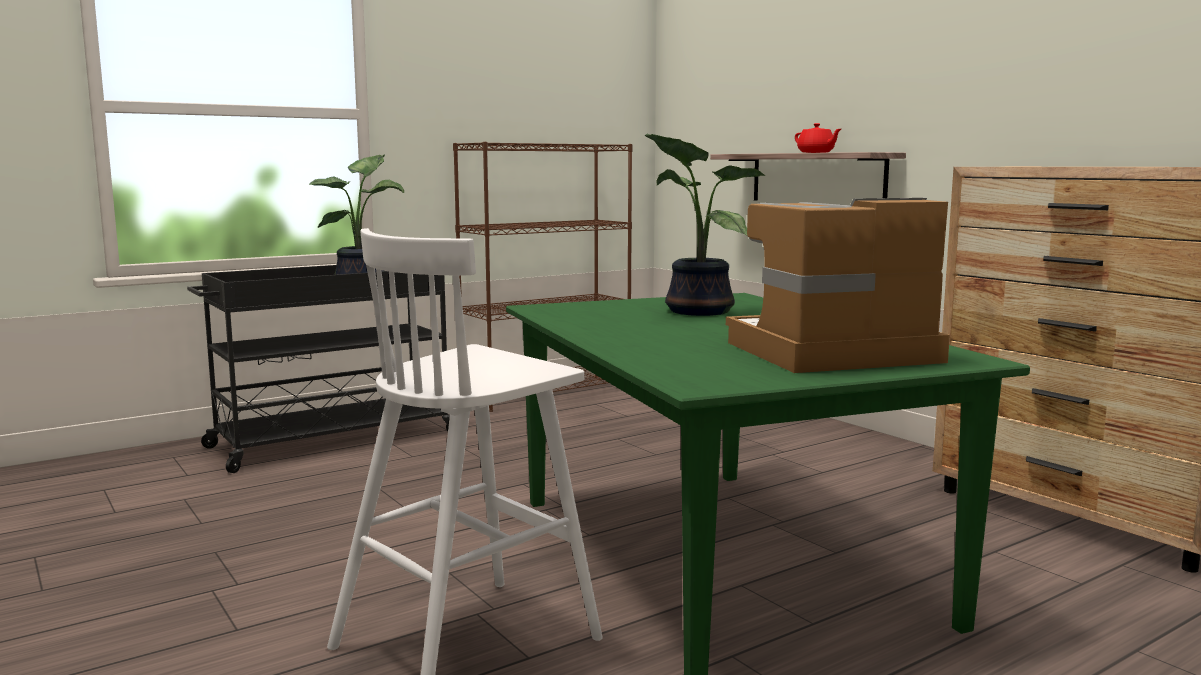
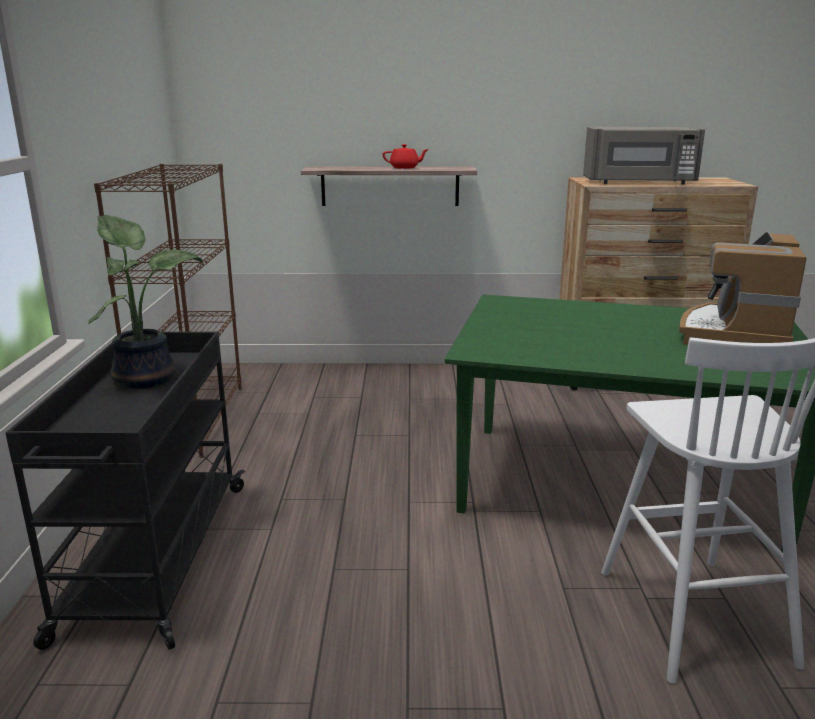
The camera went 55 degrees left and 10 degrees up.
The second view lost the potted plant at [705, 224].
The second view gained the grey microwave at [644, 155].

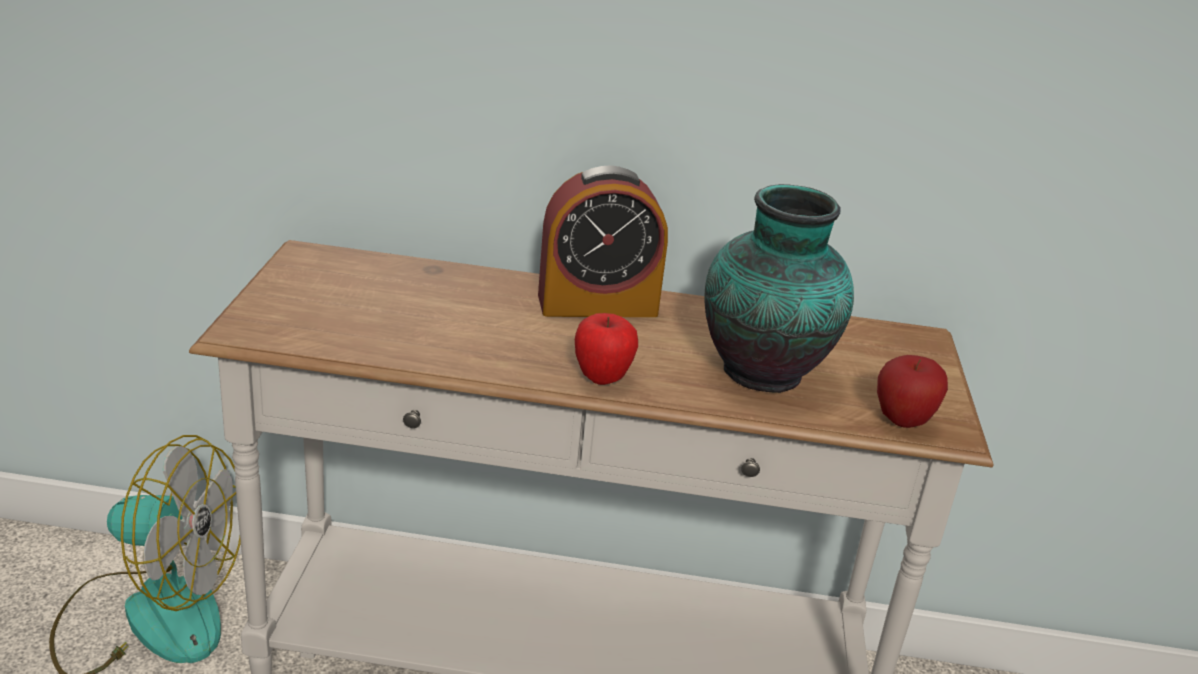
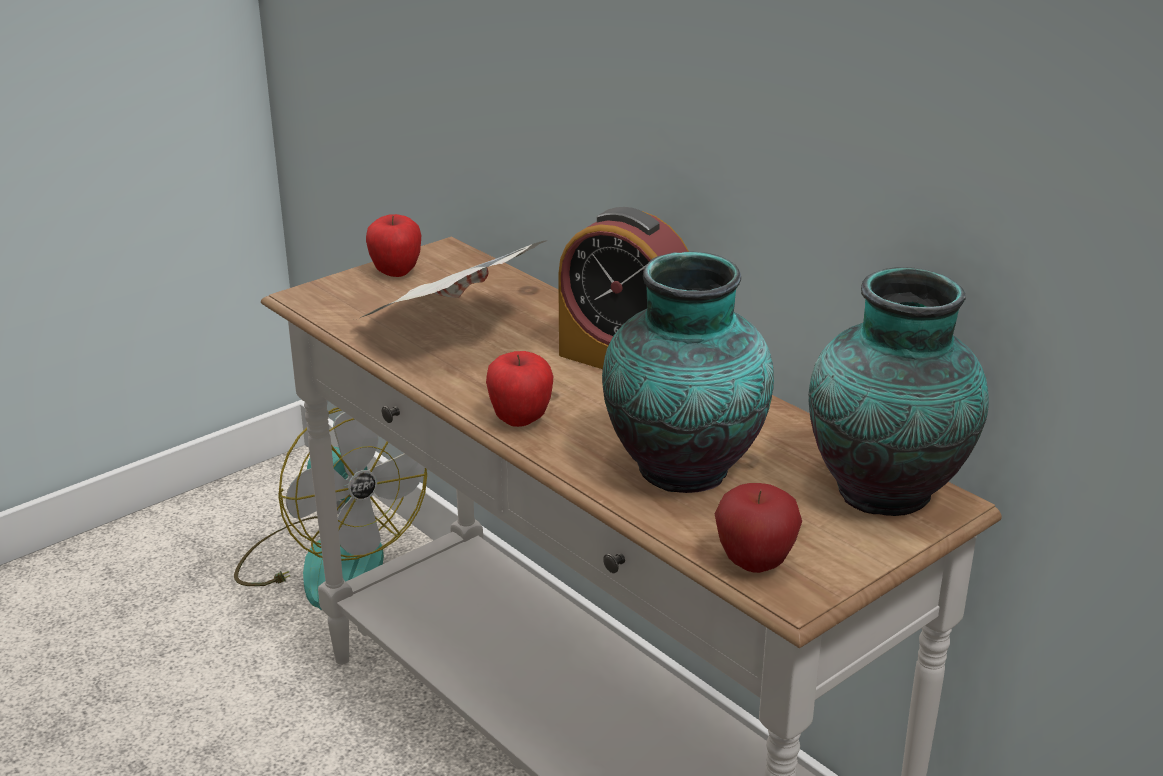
The camera went 45 degrees right and 0 degrees up.
The second view gained the apple at [393, 245].
The second view gained the newspaper at [453, 279].
The second view gained the vase at [898, 391].

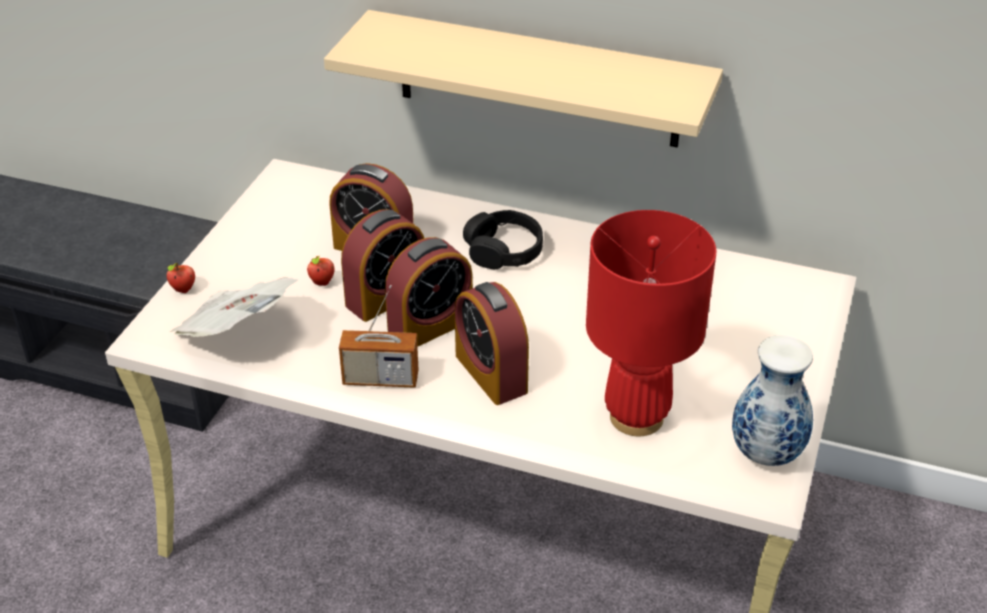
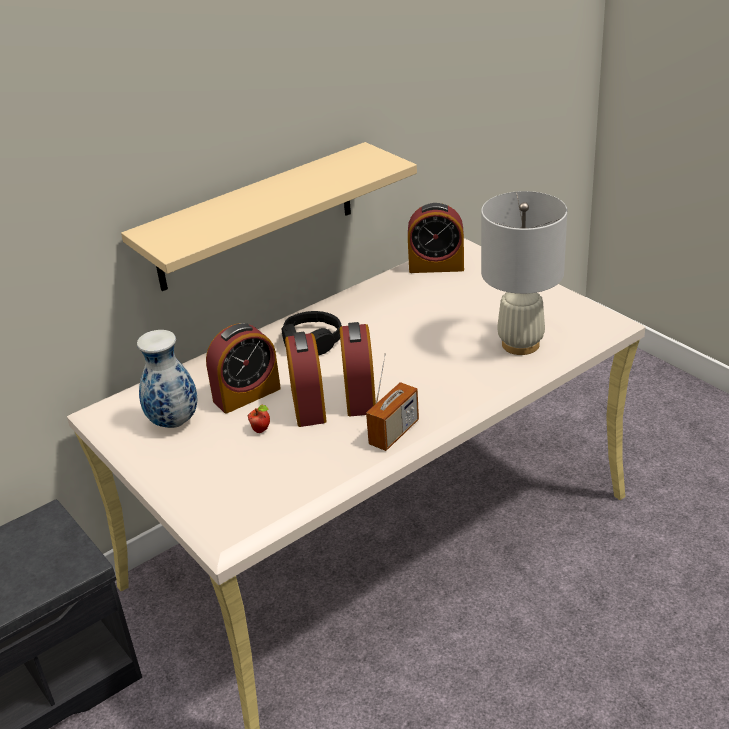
The camera went 55 degrees left and 5 degrees down.
What was the red table lamp at [651, 323] turned into the white table lamp at [524, 273].
The second view lost the apple at [181, 278].
The second view lost the newspaper at [234, 307].
The alarm clock ended up elsewhere, having gone from [492, 343] to [436, 238].
The vase ended up elsewhere, having gone from [772, 400] to [167, 379].

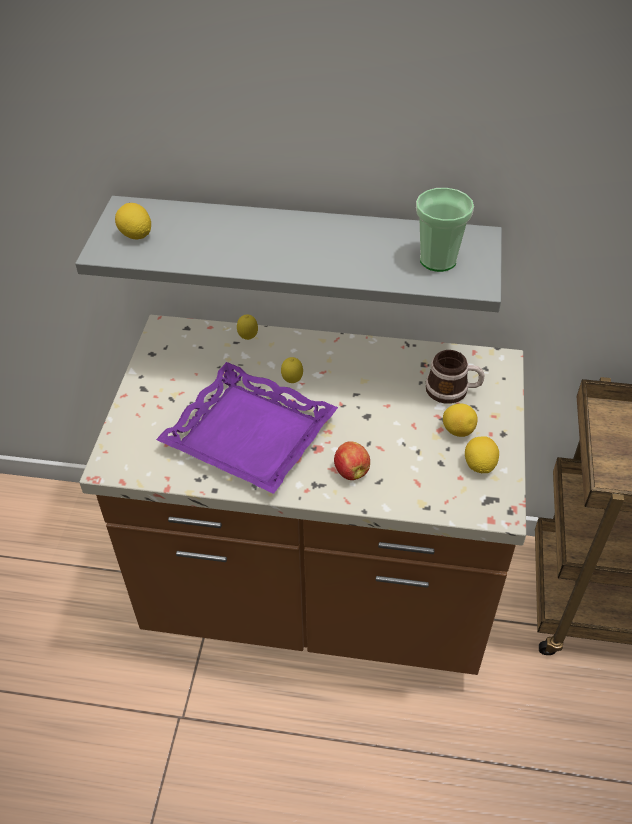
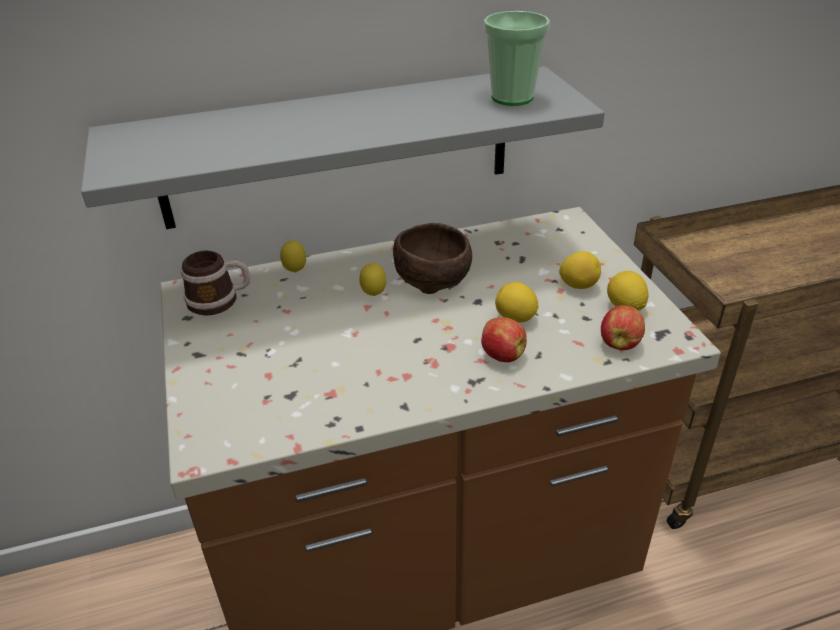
The camera went 25 degrees left and 10 degrees down.
The lemon ended up elsewhere, having gone from [133, 221] to [517, 302].
The mug ended up elsewhere, having gone from [455, 377] to [216, 283].
The second view lost the purple tray at [247, 428].
The second view gained the brown bowl at [432, 258].
The second view gained the apple at [623, 327].

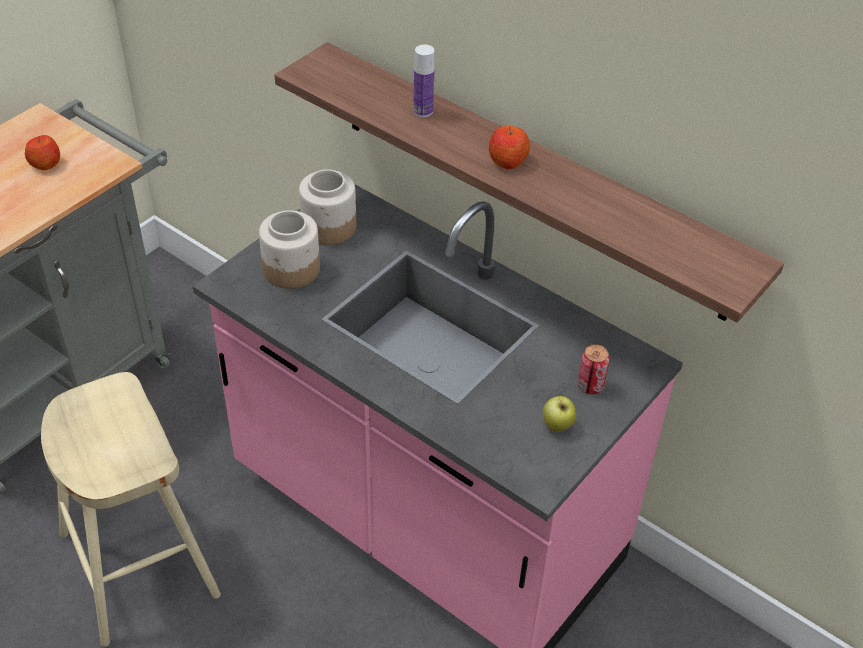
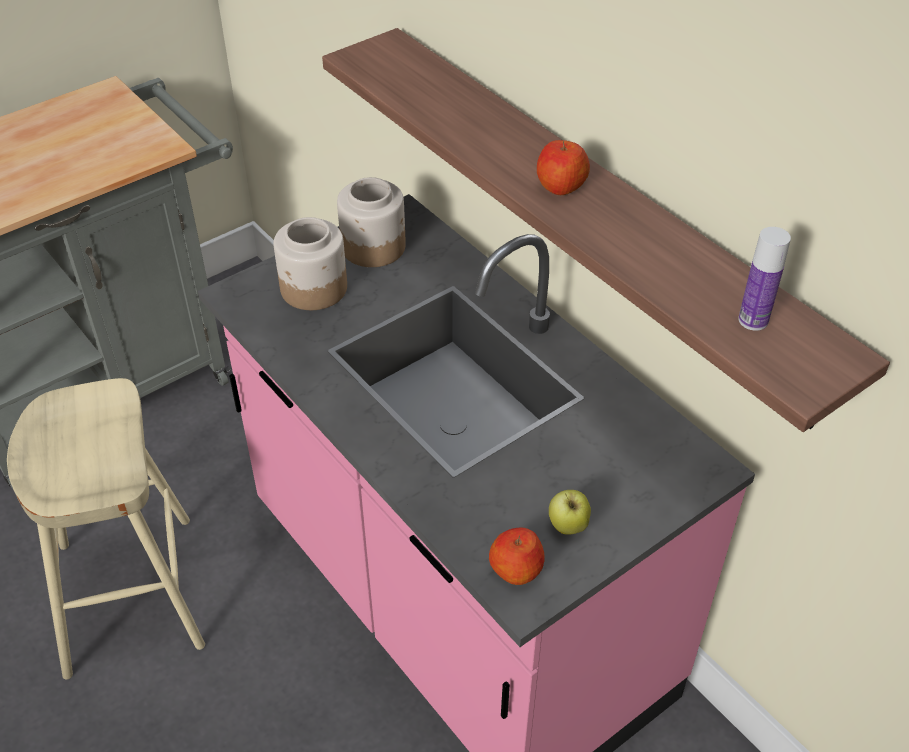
The camera went 15 degrees right and 0 degrees up.
The bottle ended up elsewhere, having gone from [424, 80] to [764, 279].
The apple ended up elsewhere, having gone from [42, 152] to [517, 556].
The second view lost the can at [594, 369].

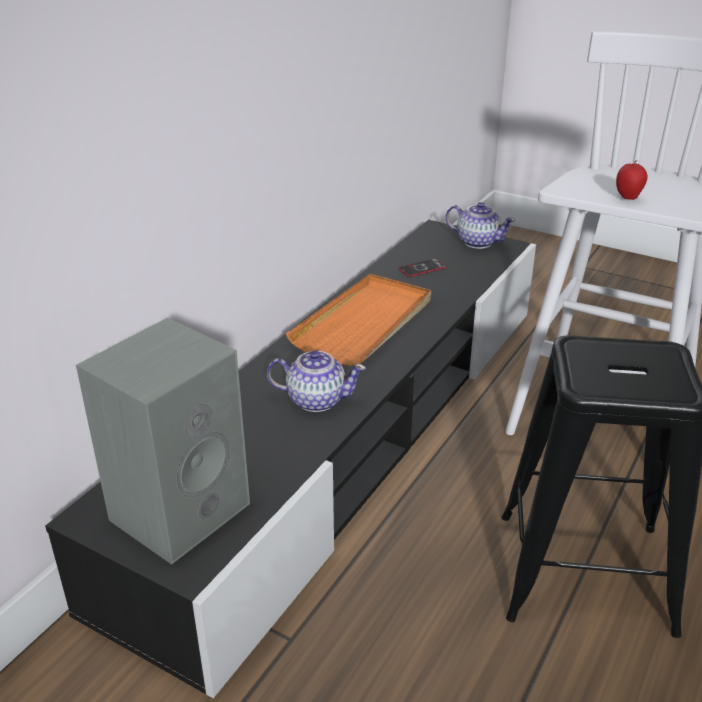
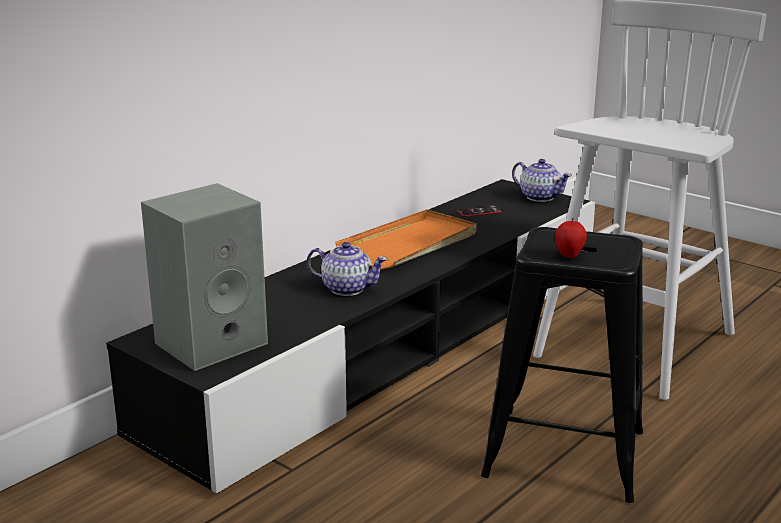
The camera went 10 degrees right and 10 degrees down.
The apple ended up elsewhere, having gone from [632, 180] to [571, 238].

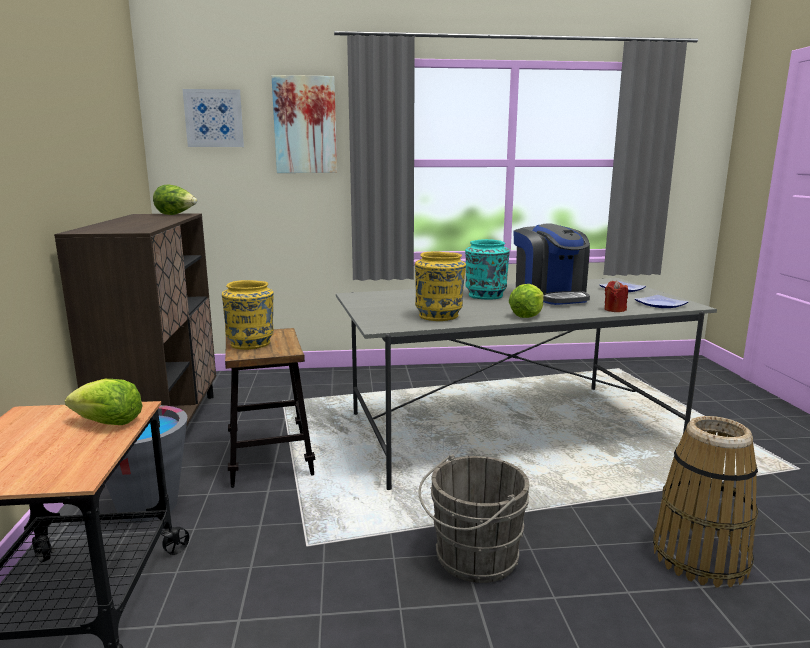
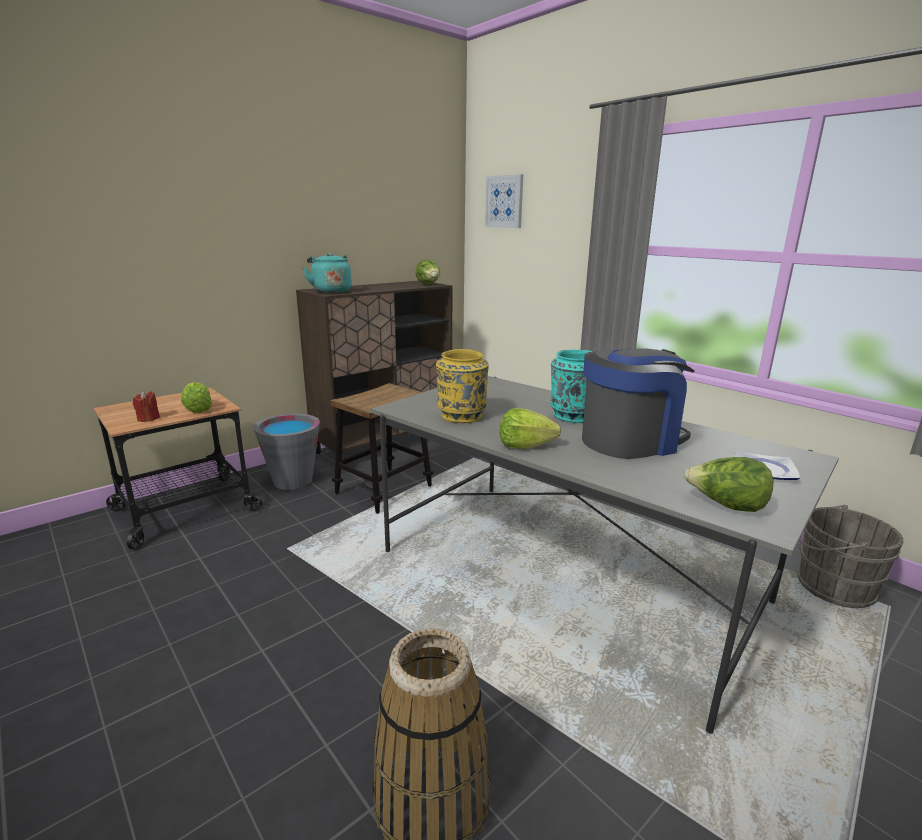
The camera went 55 degrees right and 5 degrees up.
The second view lost the picture at [304, 124].
The coffee machine at [552, 264] ended up facing another way, 150 degrees counterclockwise from before.
The second view lost the yellow vase at [248, 315].
The red candle ended up elsewhere, having gone from [616, 296] to [146, 406].
Where the plate stood at [662, 301], the lettuce came to stand at [728, 484].
The grey bucket ended up elsewhere, having gone from [473, 518] to [850, 556].
The second view gained the turquoise kettle at [327, 273].

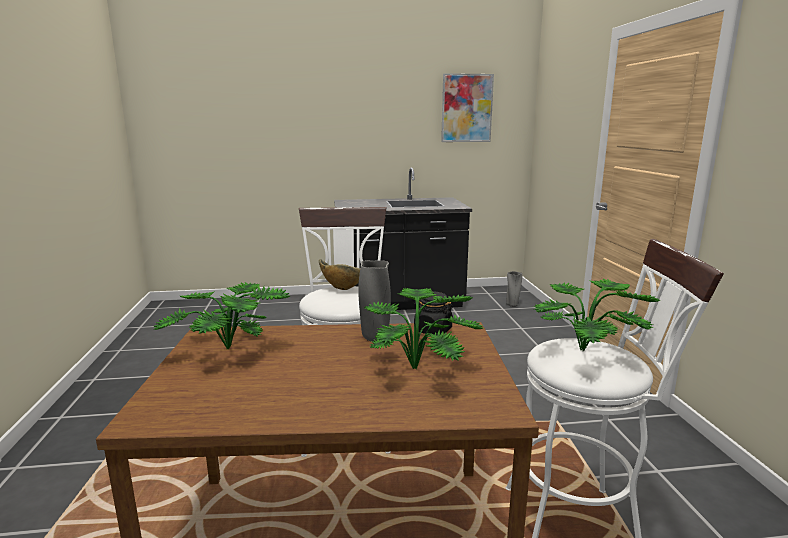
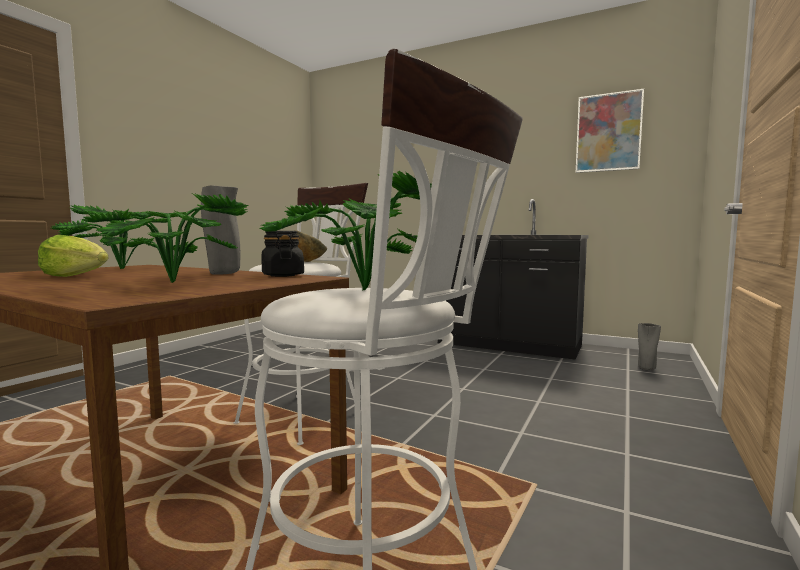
The camera went 35 degrees right and 10 degrees down.
The second view gained the lettuce at [73, 256].

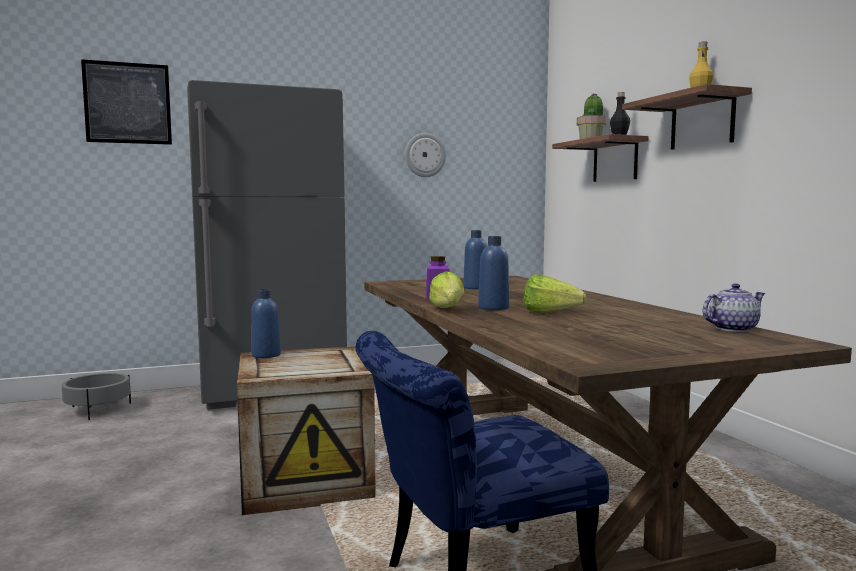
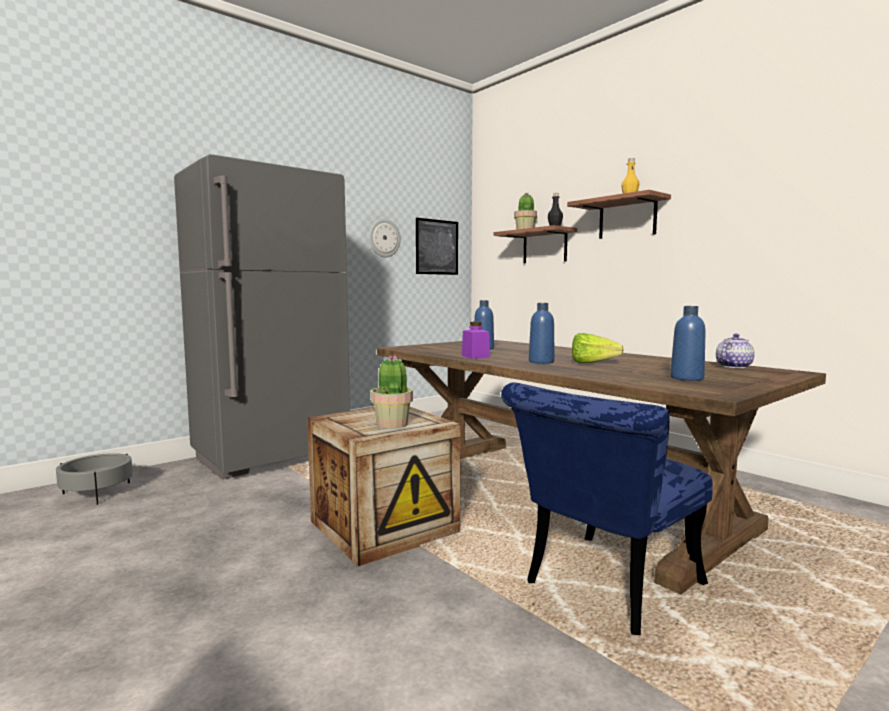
The camera went 20 degrees left and 0 degrees up.
The picture ended up elsewhere, having gone from [126, 102] to [437, 246].
The second view lost the lettuce at [447, 289].
The blue bottle ended up elsewhere, having gone from [266, 323] to [688, 343].
The second view gained the potted plant at [392, 391].

